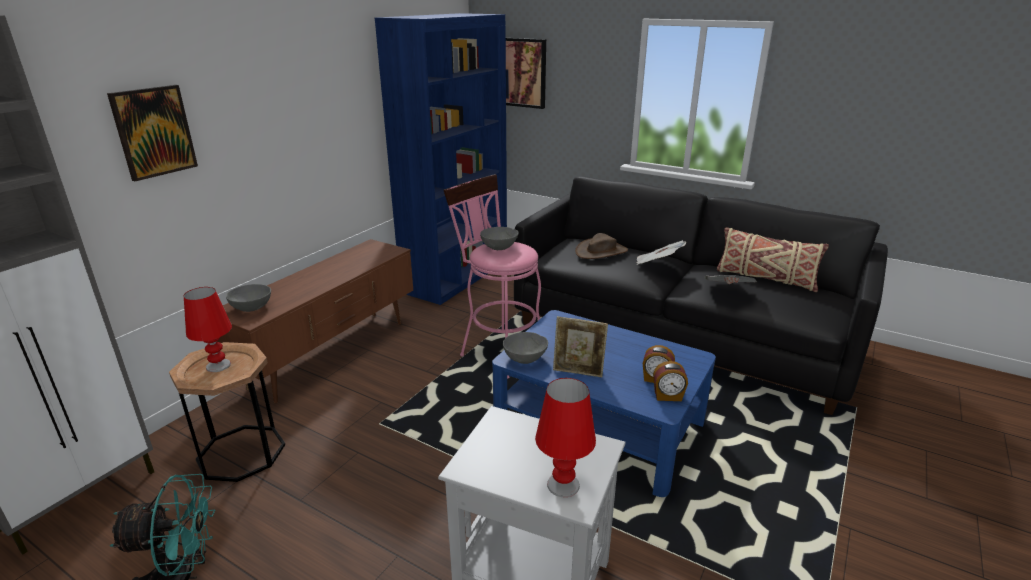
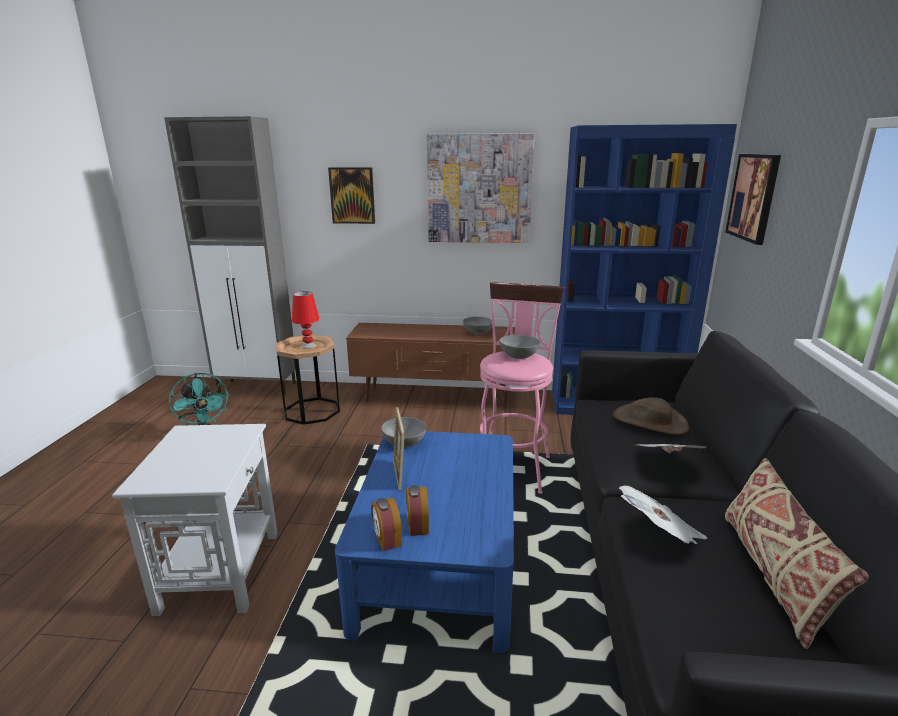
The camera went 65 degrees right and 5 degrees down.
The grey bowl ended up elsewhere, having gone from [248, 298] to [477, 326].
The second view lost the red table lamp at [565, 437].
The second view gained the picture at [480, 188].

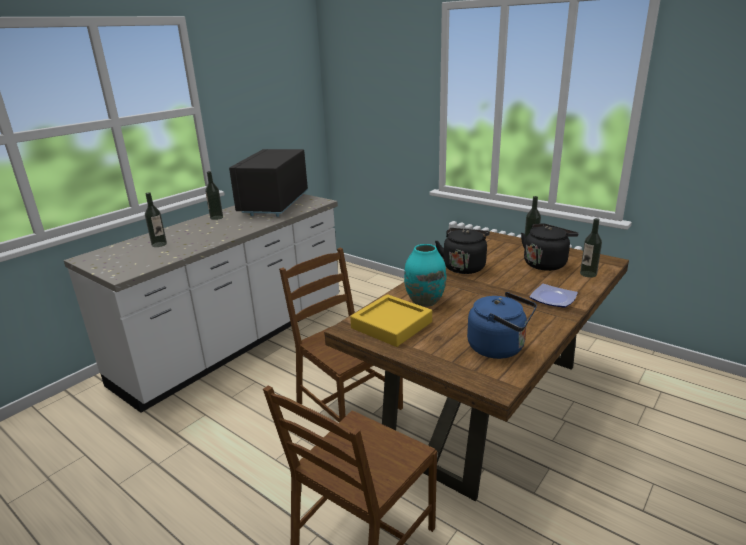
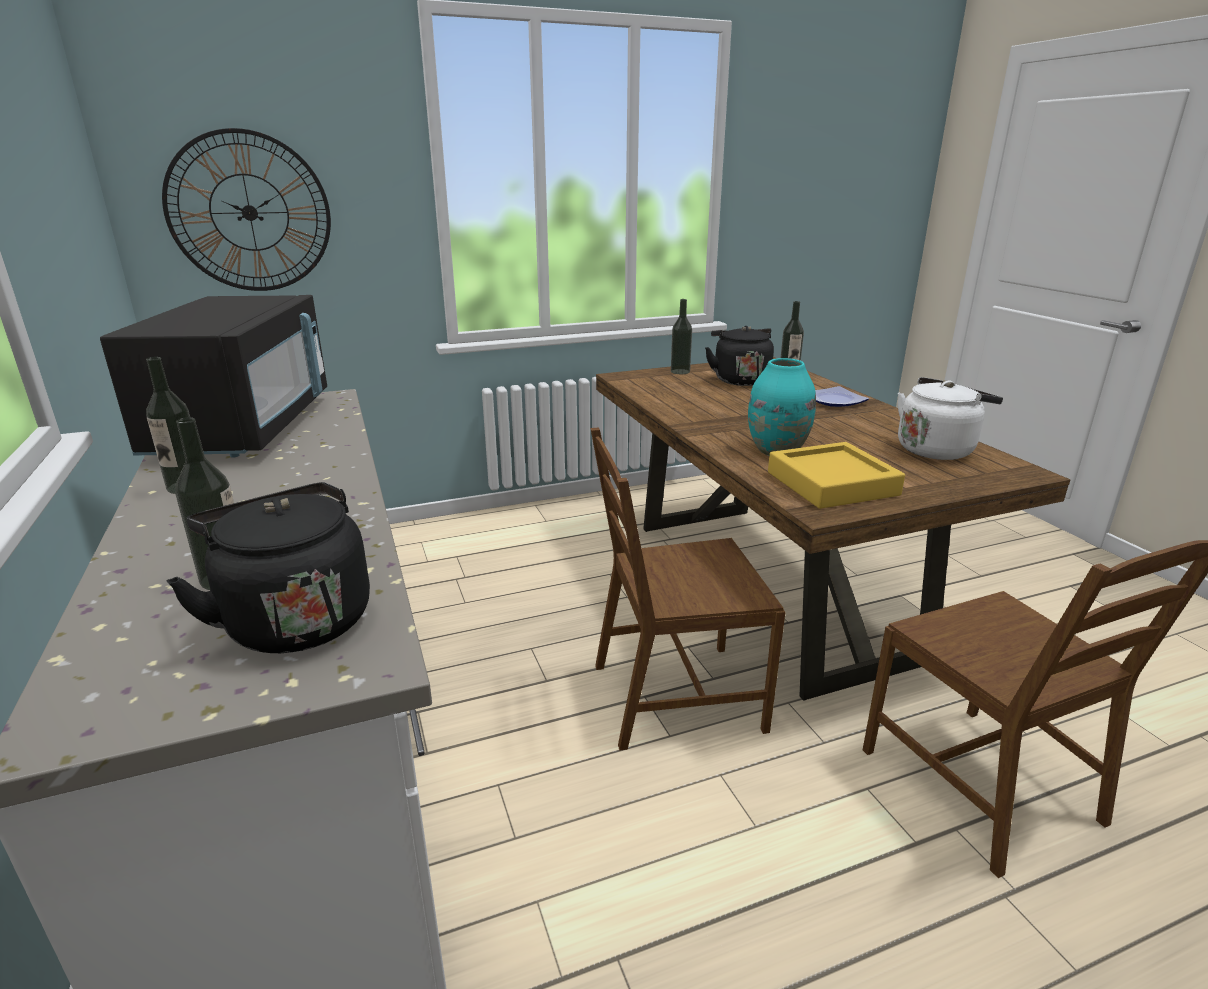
The camera went 60 degrees left and 0 degrees up.
The black microwave at [268, 183] ended up facing another way, 135 degrees counterclockwise from before.
The black kettle ended up elsewhere, having gone from [462, 251] to [268, 567].
What was the blue kettle at [502, 325] turned into the white kettle at [950, 418].
The second view gained the wall clock at [246, 209].

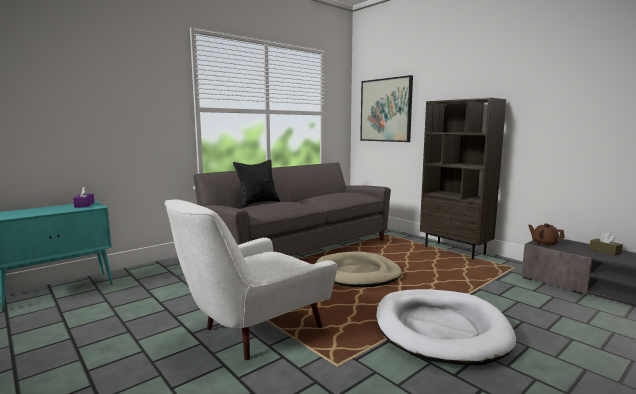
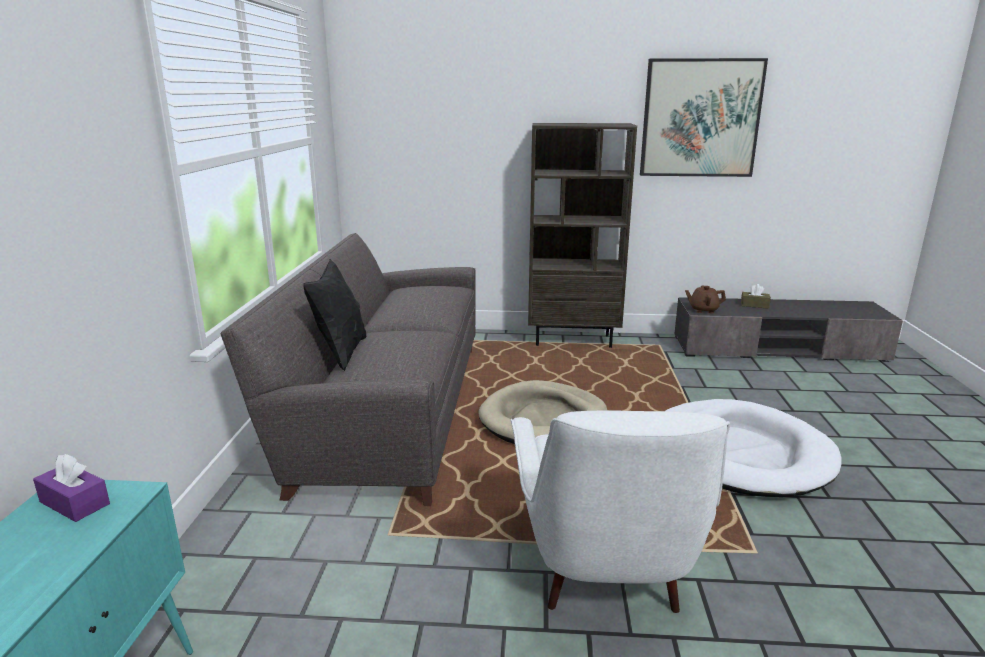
The camera went 45 degrees left and 10 degrees up.
The picture ended up elsewhere, having gone from [386, 108] to [704, 117].

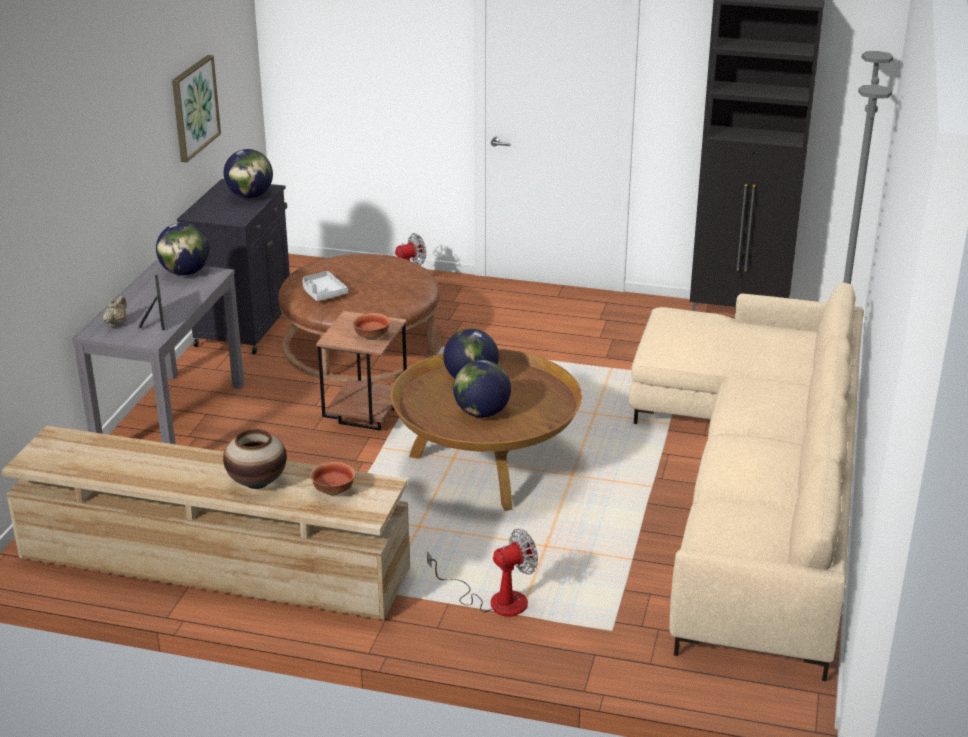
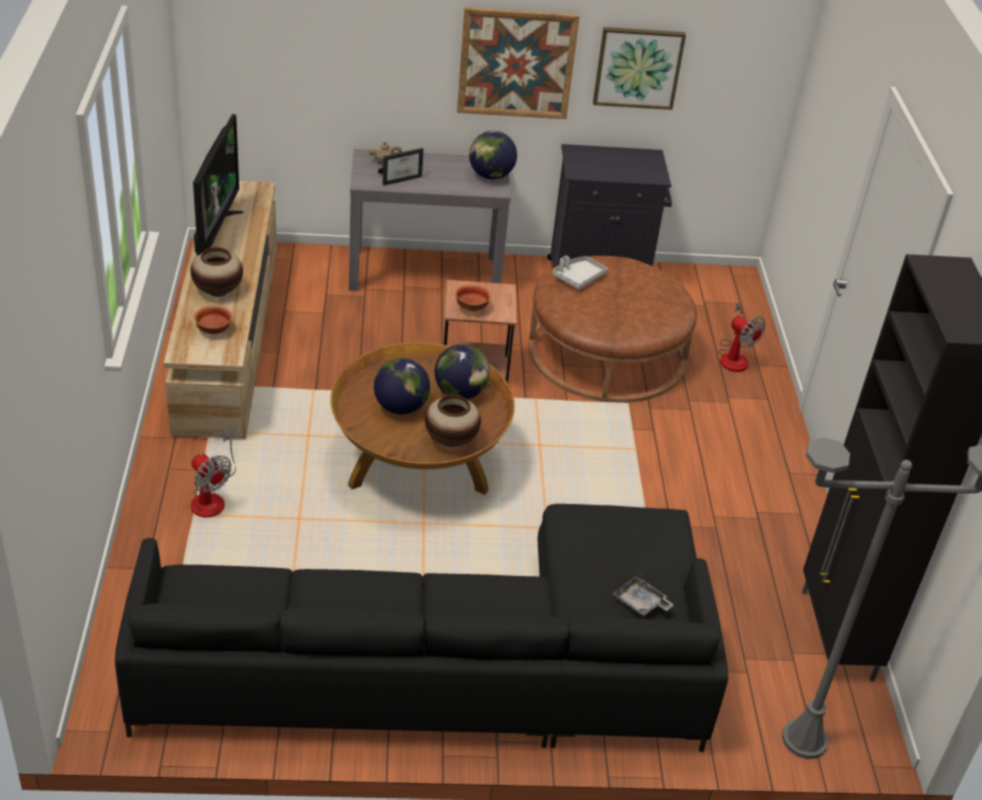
The camera went 70 degrees right and 10 degrees up.
The second view lost the globe at [248, 173].
What was the beige sofa at [746, 482] turned into the black sofa at [421, 628].
The second view gained the picture at [518, 63].
The second view gained the television at [218, 185].
The second view gained the vase at [453, 420].
The second view gained the grey tray at [643, 594].

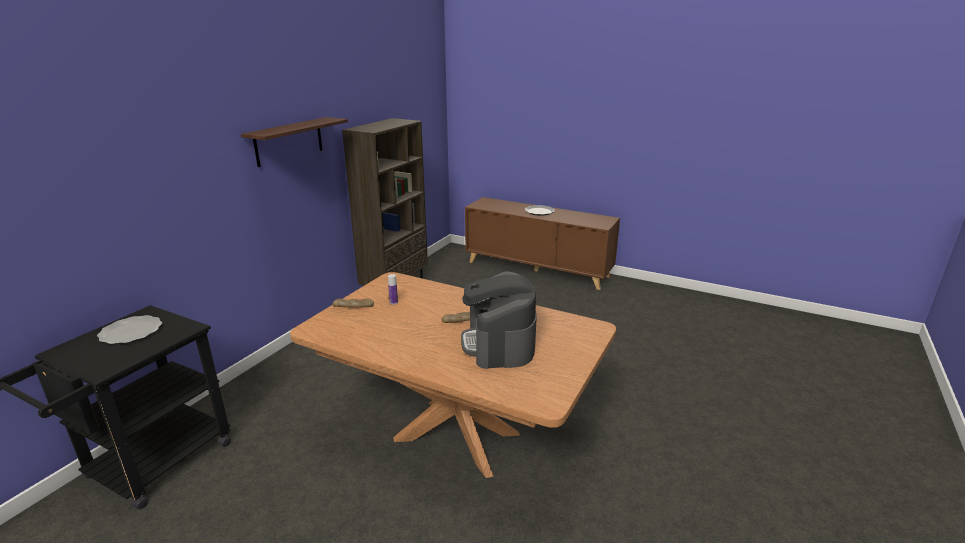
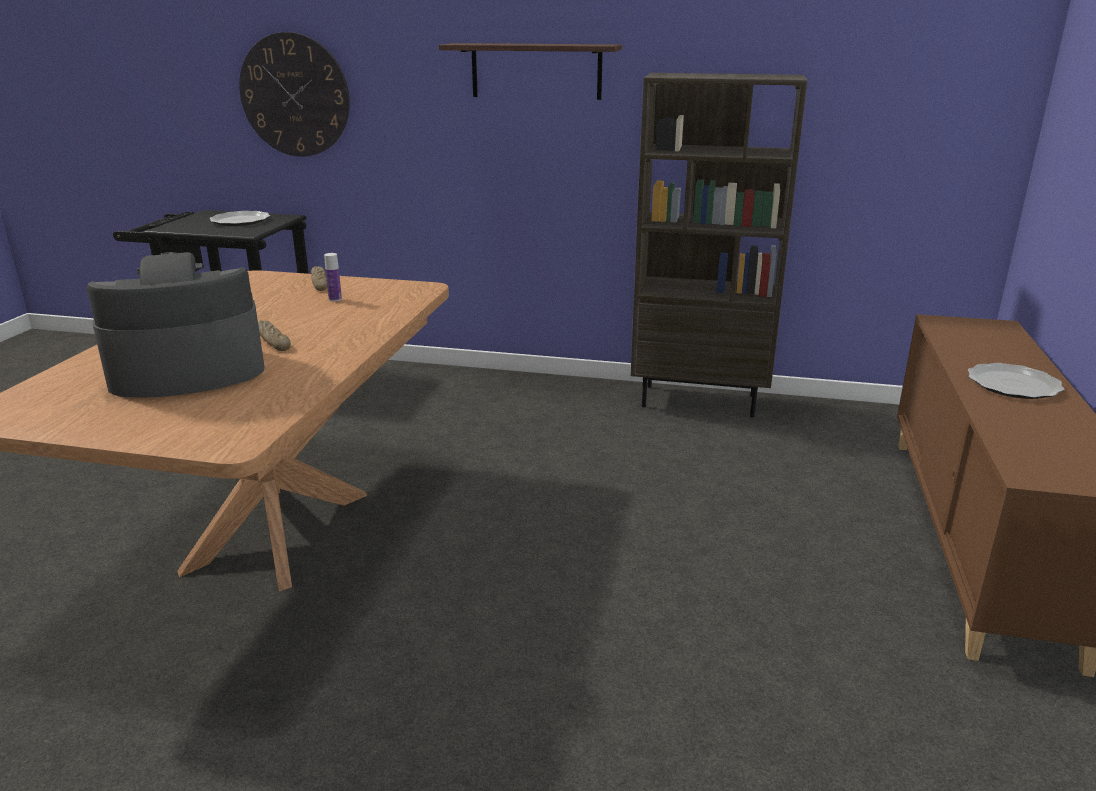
The camera went 75 degrees right and 0 degrees up.
The second view gained the wall clock at [294, 94].

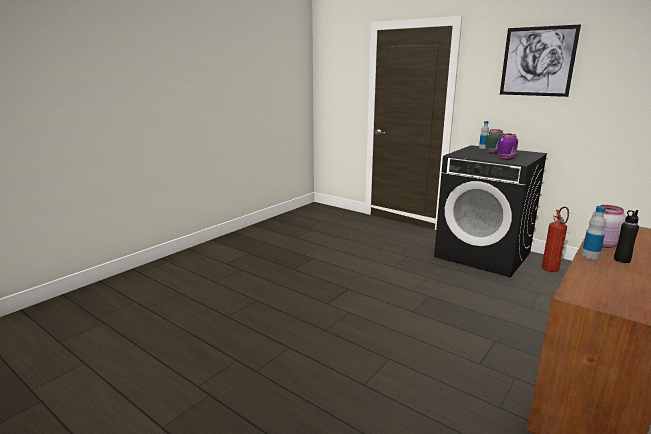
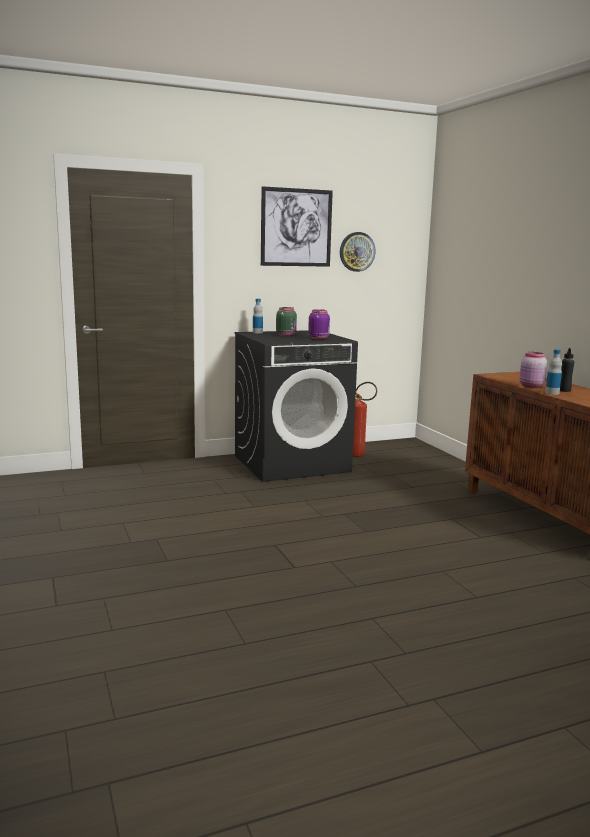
The camera went 60 degrees left and 5 degrees down.
The second view gained the wall clock at [358, 252].

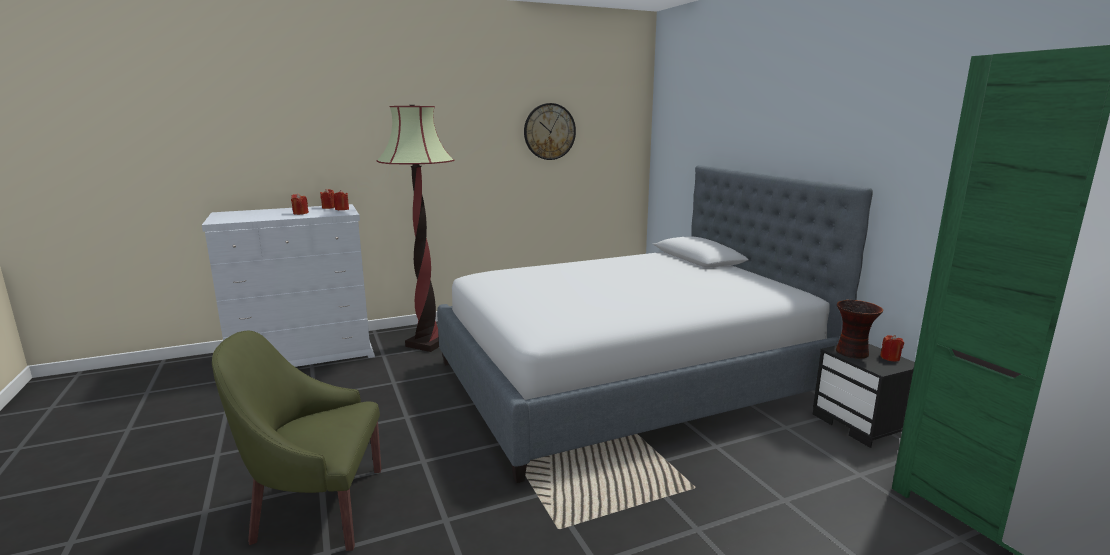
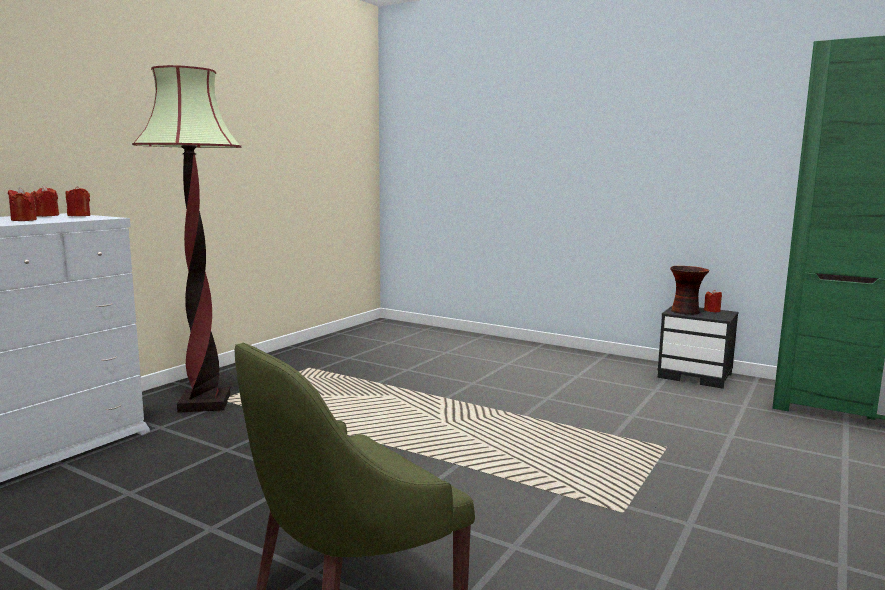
The camera went 35 degrees left and 5 degrees down.
The second view lost the wall clock at [550, 131].
The second view lost the bed at [655, 324].

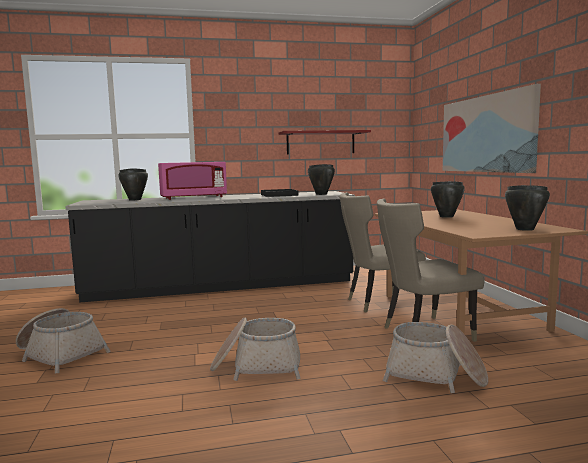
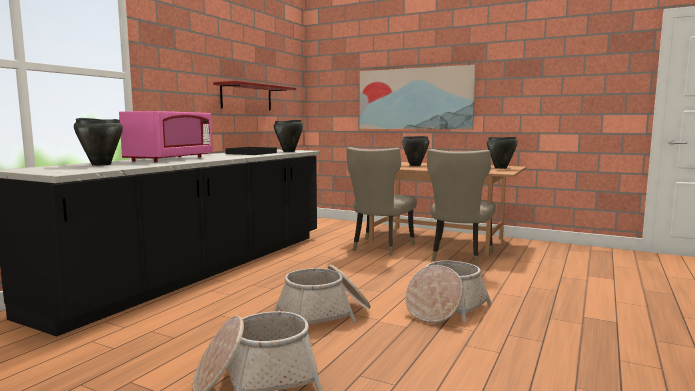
The camera went 50 degrees left and 0 degrees up.
The basket ended up elsewhere, having gone from [435, 357] to [322, 294].

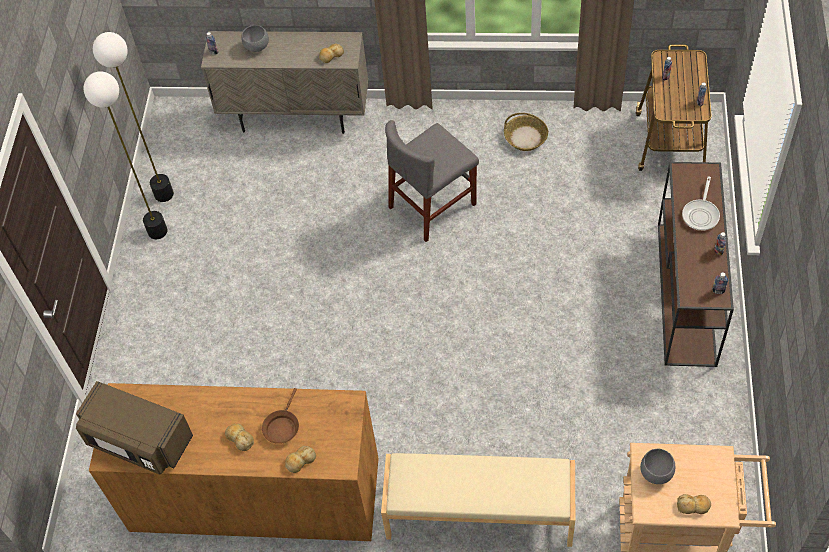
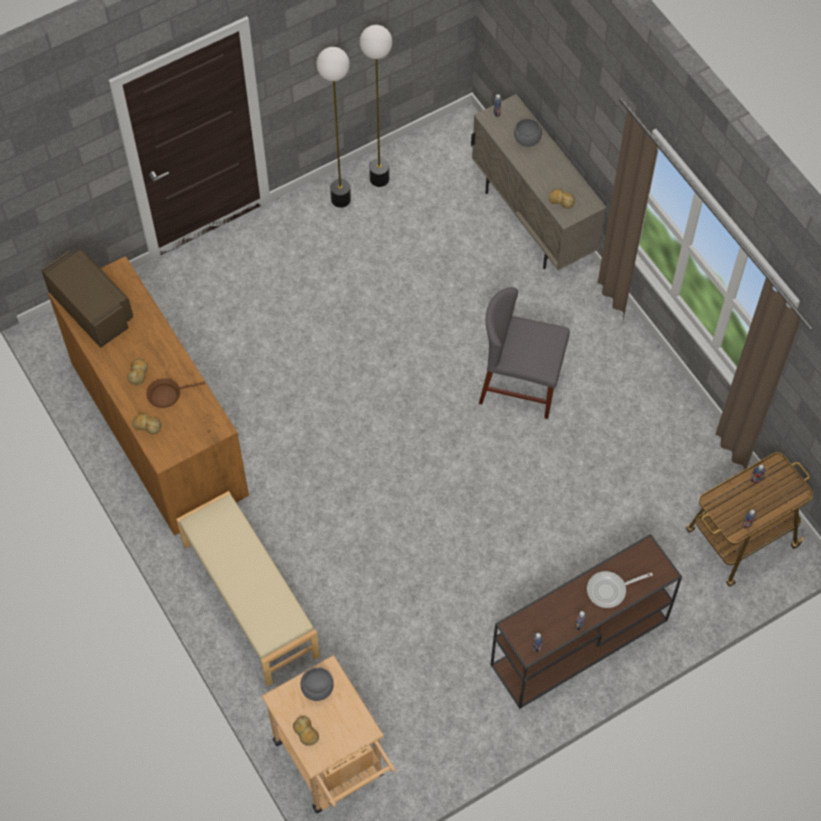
The camera went 50 degrees right and 5 degrees up.
The second view lost the basket at [526, 132].
The brown microwave at [134, 428] ended up facing another way, 150 degrees clockwise from before.

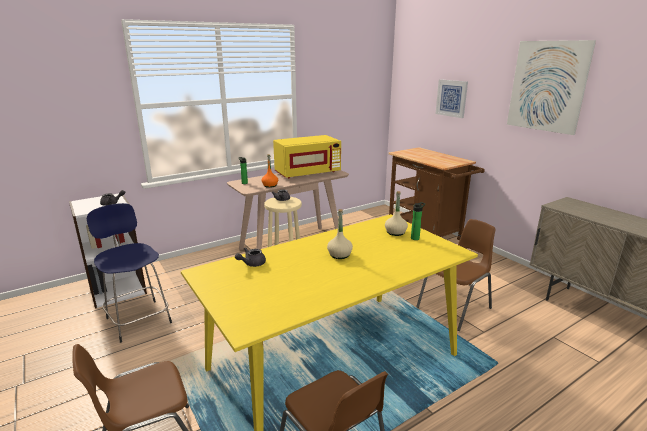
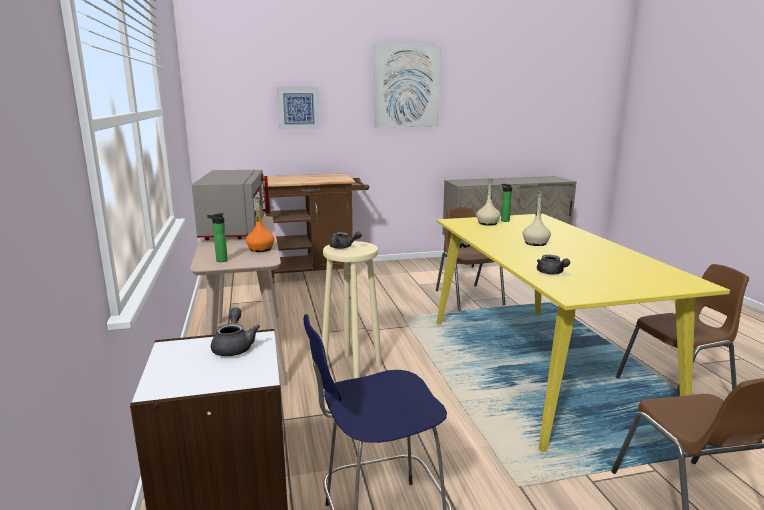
The camera went 70 degrees left and 5 degrees down.
What was the yellow microwave at [307, 156] turned into the grey microwave at [231, 205].

